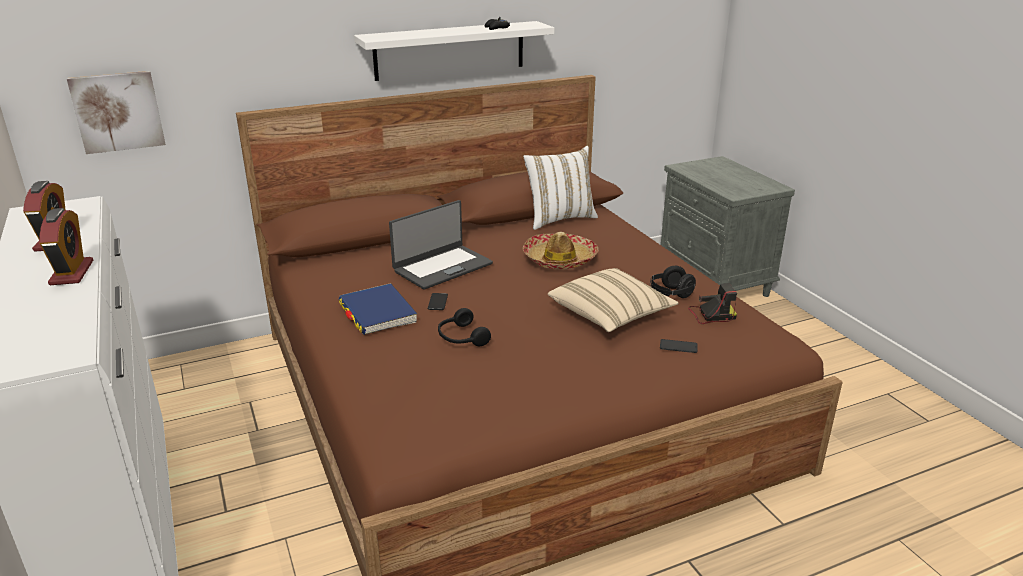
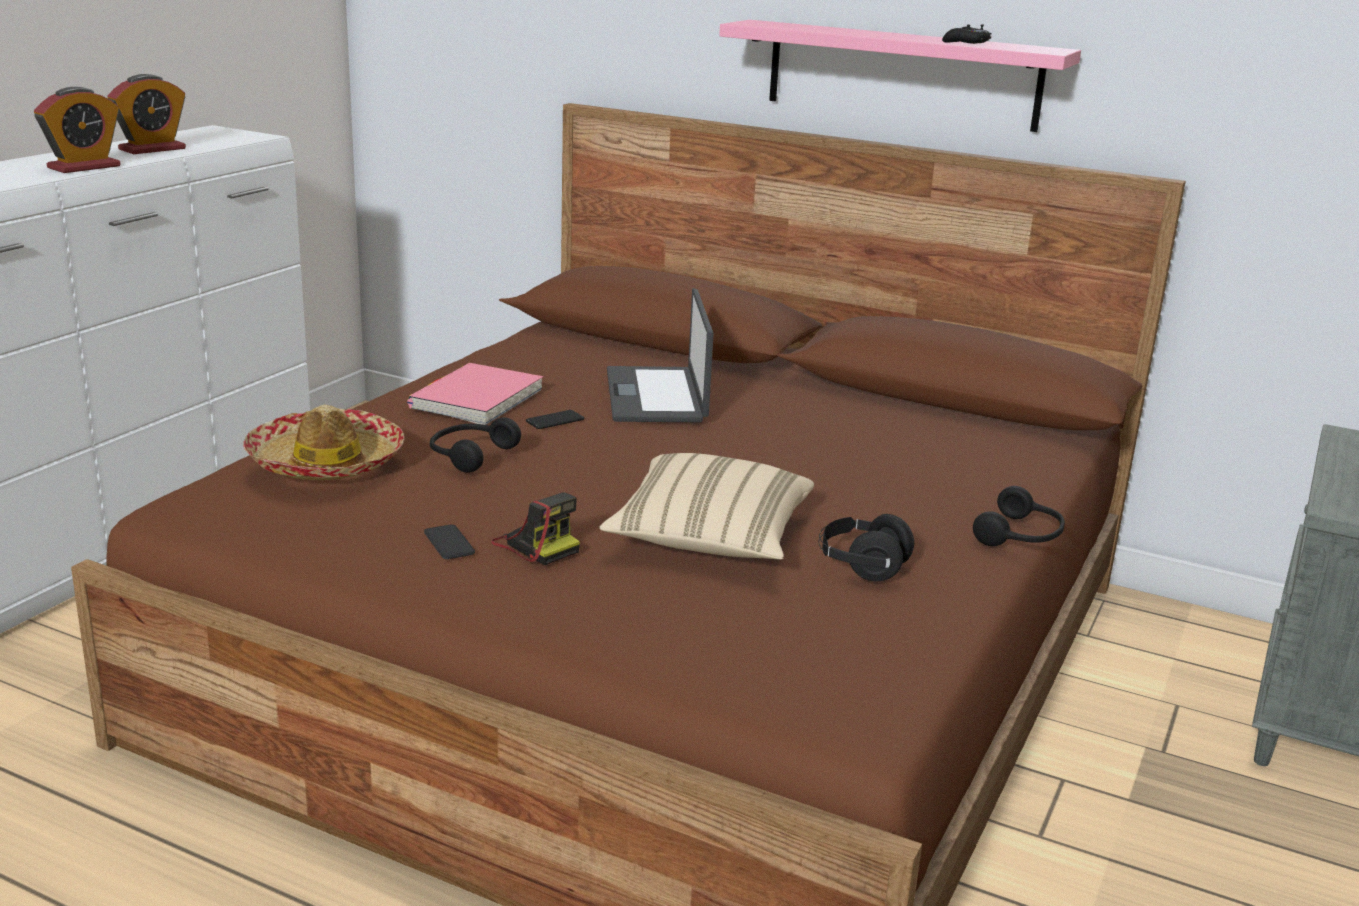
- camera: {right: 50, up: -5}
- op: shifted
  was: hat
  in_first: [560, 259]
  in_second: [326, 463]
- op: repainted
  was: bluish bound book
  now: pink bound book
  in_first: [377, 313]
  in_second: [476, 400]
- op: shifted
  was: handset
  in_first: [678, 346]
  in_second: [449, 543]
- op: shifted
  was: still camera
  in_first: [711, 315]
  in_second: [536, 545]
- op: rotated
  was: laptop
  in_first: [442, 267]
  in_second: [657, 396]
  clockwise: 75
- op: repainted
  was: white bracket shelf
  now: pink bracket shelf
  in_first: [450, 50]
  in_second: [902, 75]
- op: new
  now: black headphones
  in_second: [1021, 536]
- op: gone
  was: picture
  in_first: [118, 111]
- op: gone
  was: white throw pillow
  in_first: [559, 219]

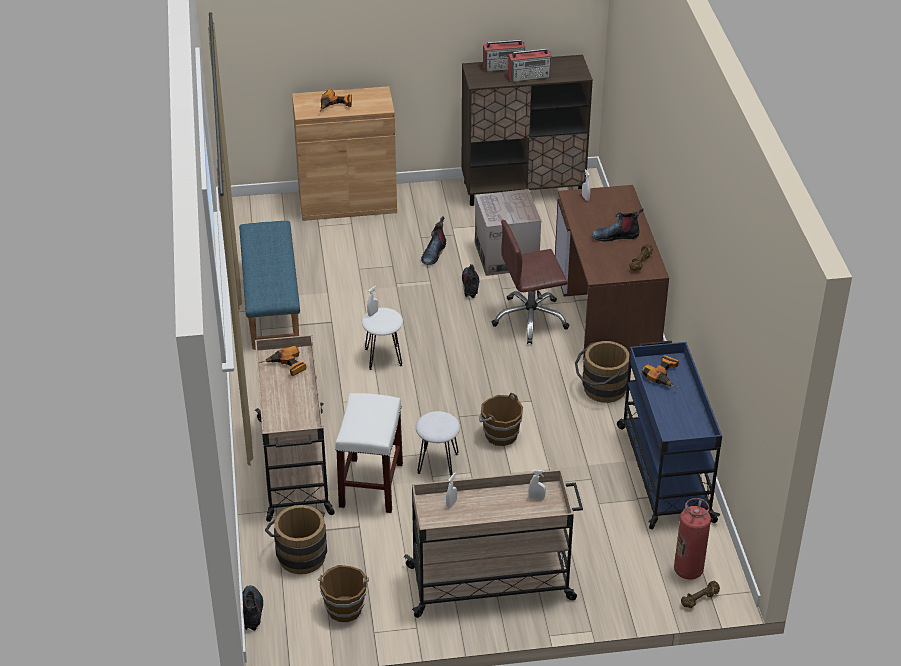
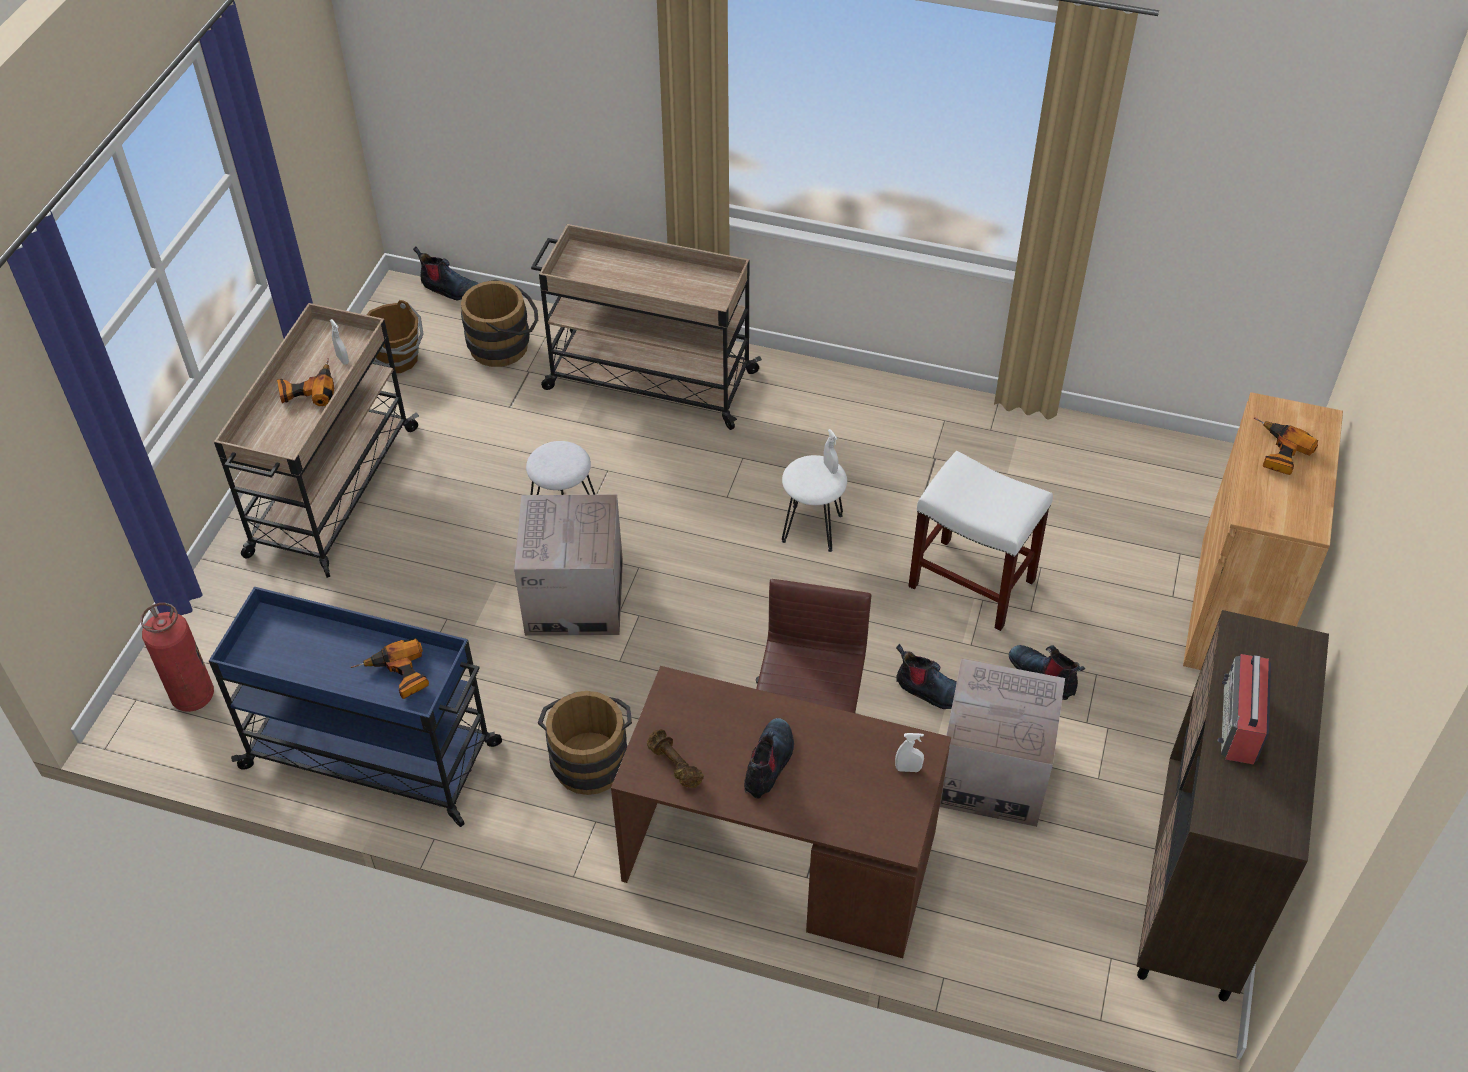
- camera: {right: 115, up: 10}
- op: shifted
  was: electric drill
  in_first: [286, 367]
  in_second: [307, 390]
- op: swapped
  was: brownish water bucket
  now: packing box
  in_first: [500, 434]
  in_second: [574, 598]
- op: shifted
  was: white stool
  in_first: [370, 485]
  in_second: [973, 583]
- op: gone
  was: bluish indoor bench
  in_first: [271, 304]
- op: gone
  was: radio receiver
  in_first: [504, 66]
- op: gone
  was: white spray bottle
  in_first: [536, 497]
- op: gone
  was: brownish free weight
  in_first: [700, 599]

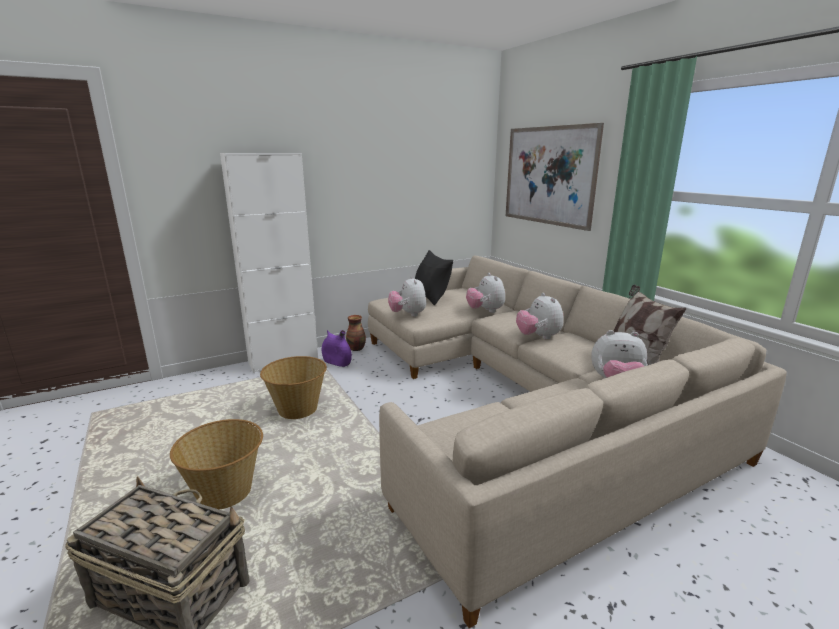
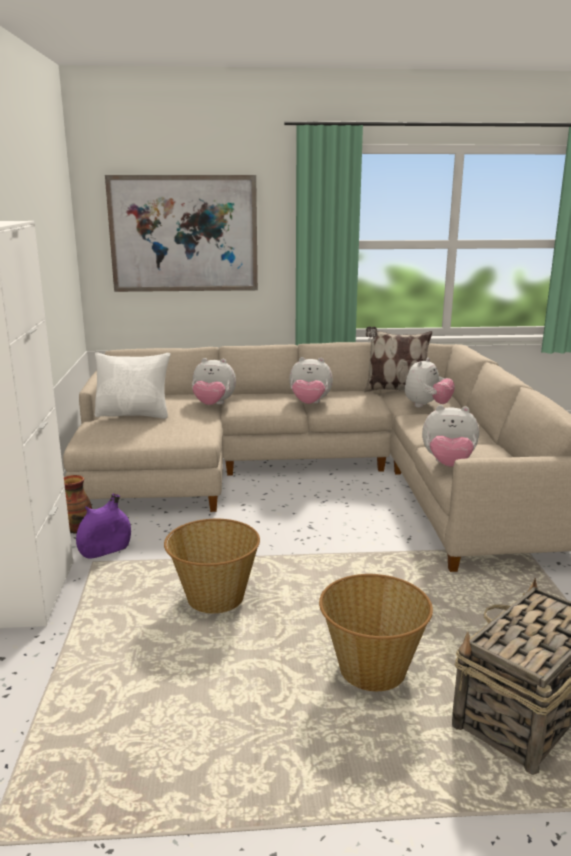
- camera: {right: -65, up: 0}
- op: repainted
  was: black throw pillow
  now: white throw pillow
  in_first: [431, 297]
  in_second: [134, 414]
- op: shifted
  was: soft toy
  in_first: [408, 314]
  in_second: [448, 464]

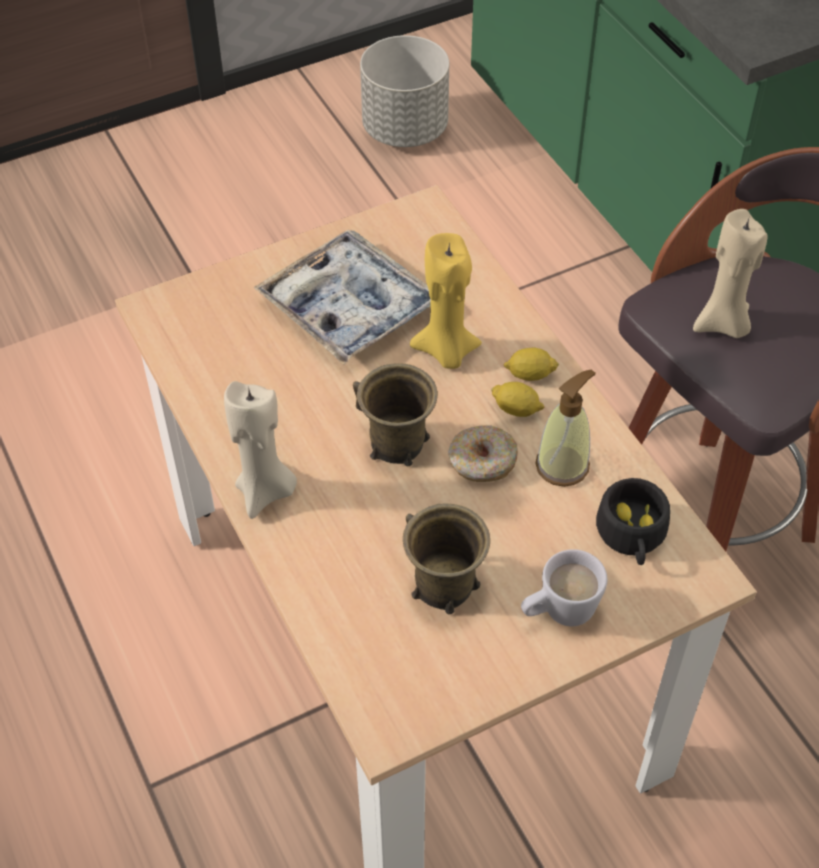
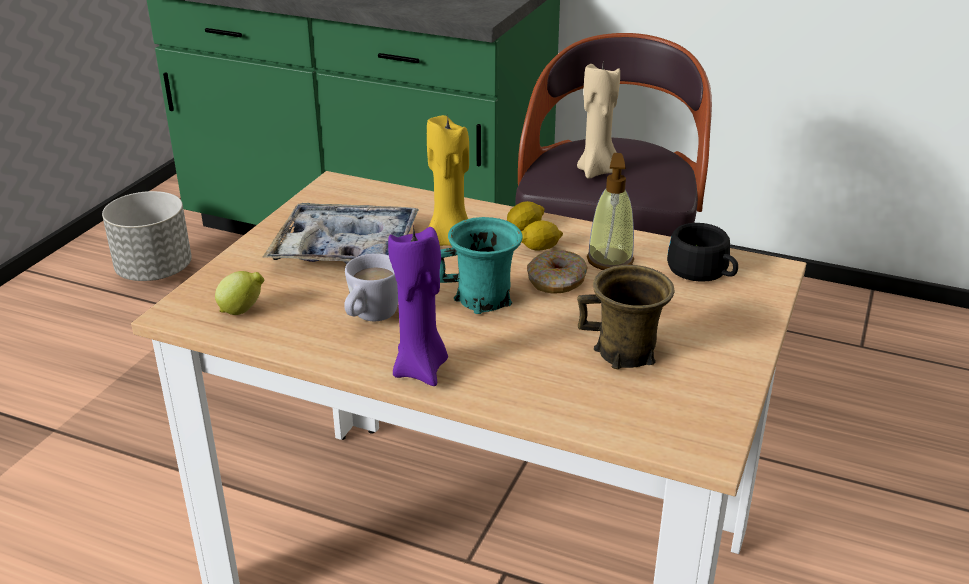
- camera: {right: -40, up: -20}
- op: new
  now: lemon
  in_second: [243, 310]
- op: shifted
  was: white mug
  in_first: [558, 612]
  in_second: [370, 317]
- op: repainted
  was: beige-coloured candle
  now: purple-coloured candle
  in_first: [266, 491]
  in_second: [421, 369]
- op: repainted
  was: brownish mug
  now: turquoise mug
  in_first: [396, 444]
  in_second: [484, 299]

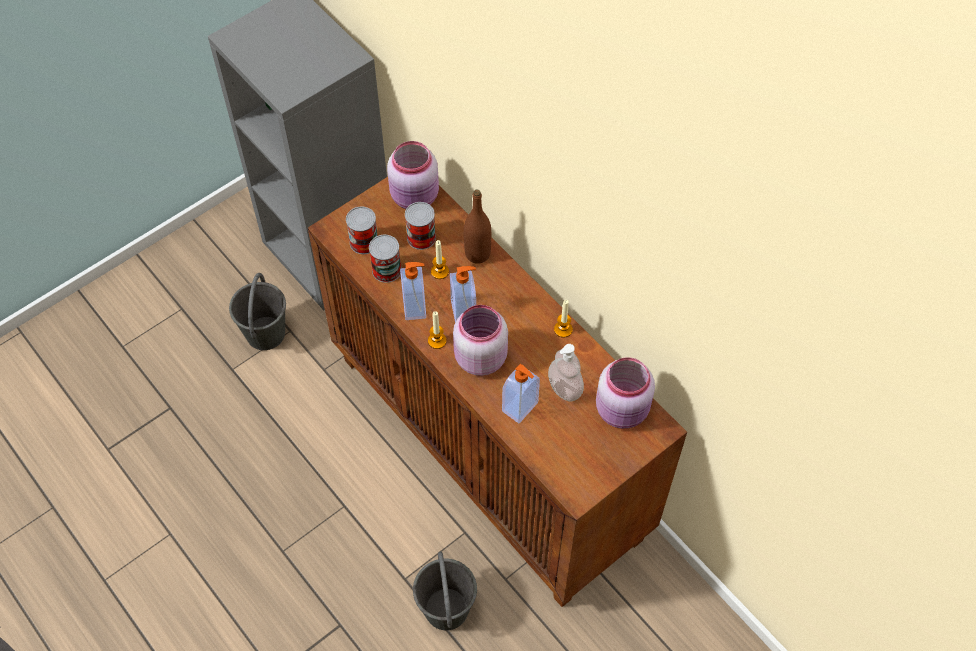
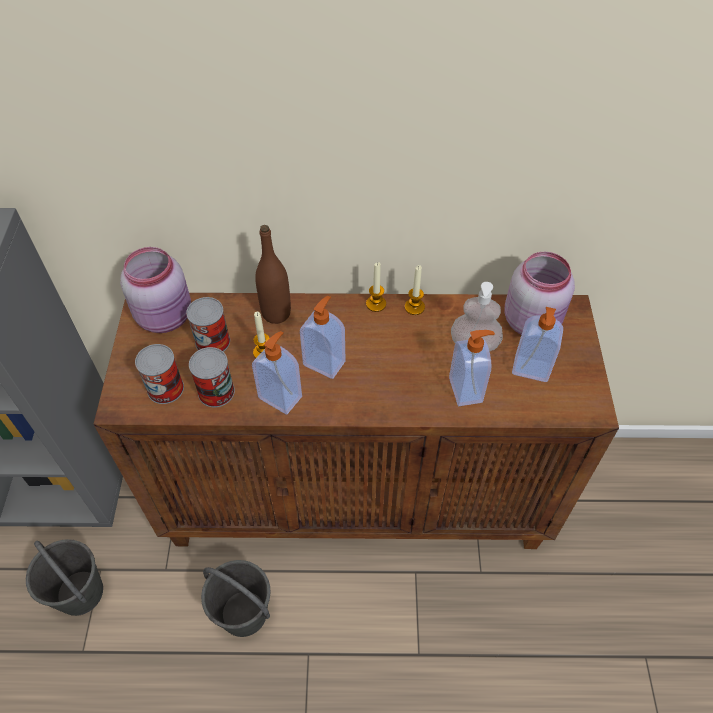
- camera: {right: -50, up: -5}
- op: shifted
  was: grey water bucket
  in_first: [446, 609]
  in_second: [244, 614]
- op: shifted
  was: candle
  in_first: [437, 341]
  in_second: [376, 304]
- op: new
  now: liquid soap bottle
  in_second: [530, 370]
- op: gone
  was: pink jar
  in_first: [479, 357]

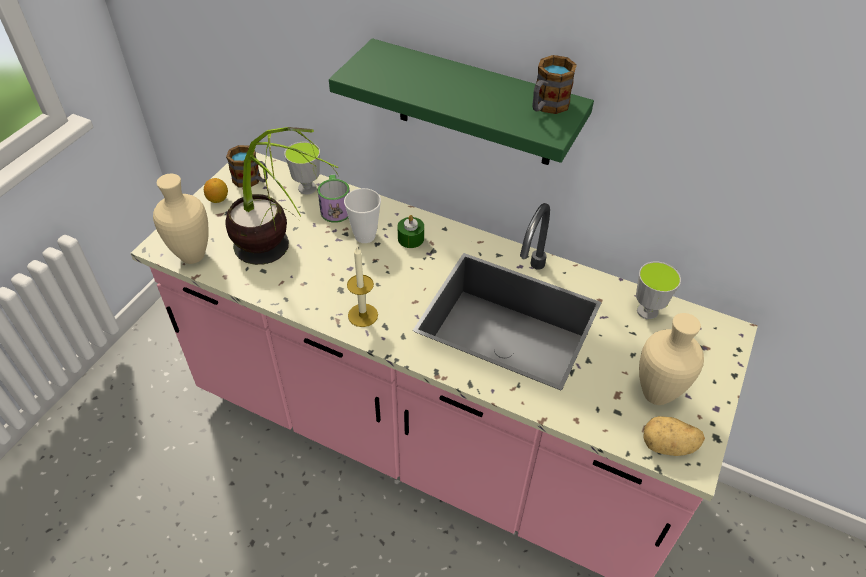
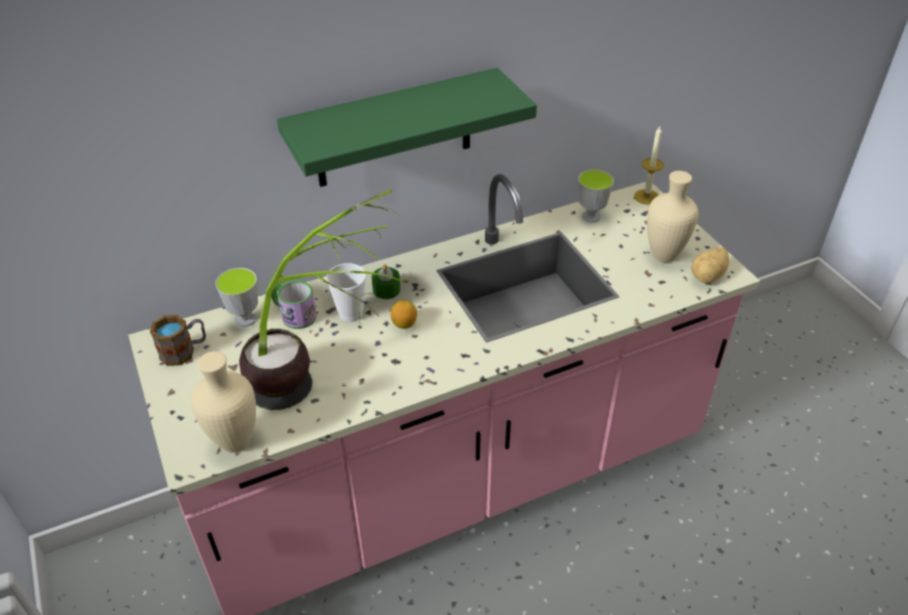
- camera: {right: -50, up: -5}
- op: shifted
  was: lemon
  in_first: [218, 199]
  in_second: [404, 324]
- op: shifted
  was: candle
  in_first: [363, 315]
  in_second: [646, 197]
- op: gone
  was: mug
  in_first: [547, 106]

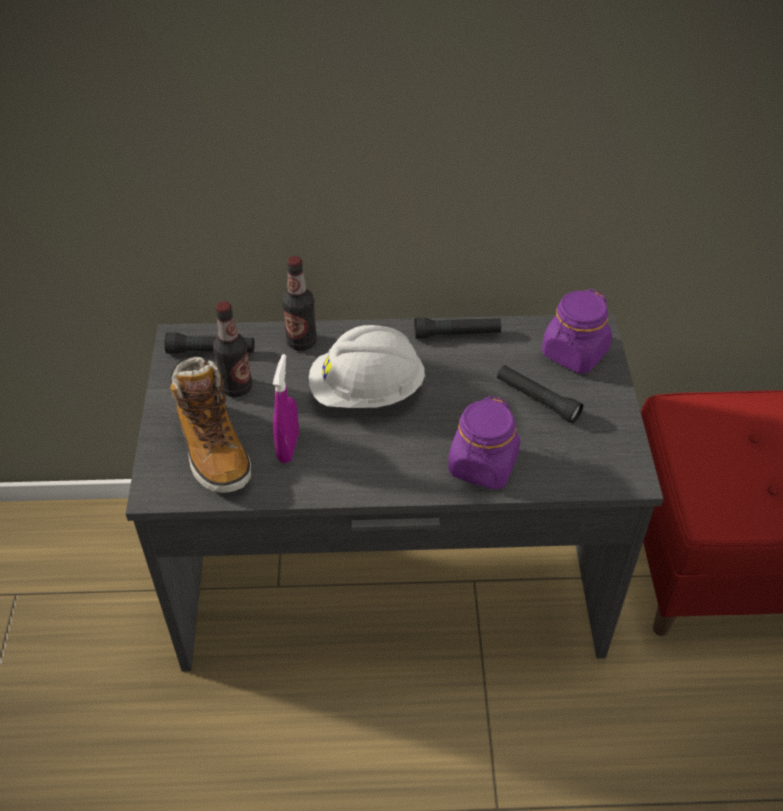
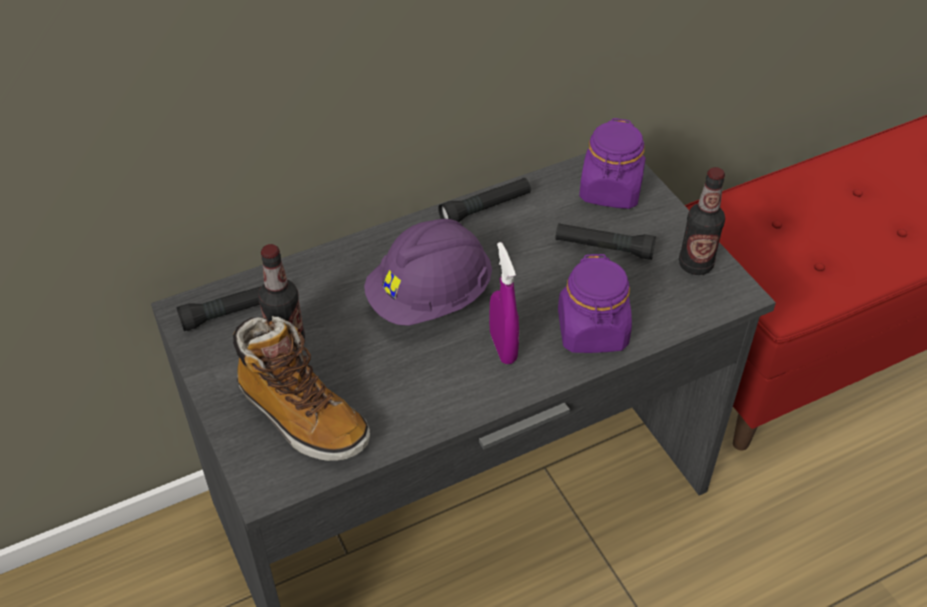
- camera: {right: -25, up: 0}
- op: repainted
  was: white hard hat
  now: purple-coloured hard hat
  in_first: [367, 392]
  in_second: [430, 298]
- op: shifted
  was: purple-coloured spray bottle
  in_first: [288, 447]
  in_second: [503, 347]
- op: shifted
  was: bottle
  in_first: [301, 342]
  in_second: [695, 264]

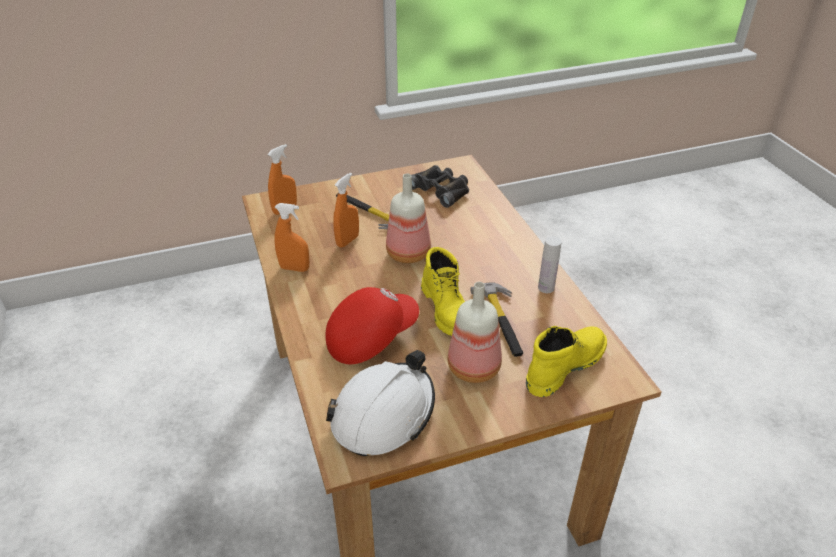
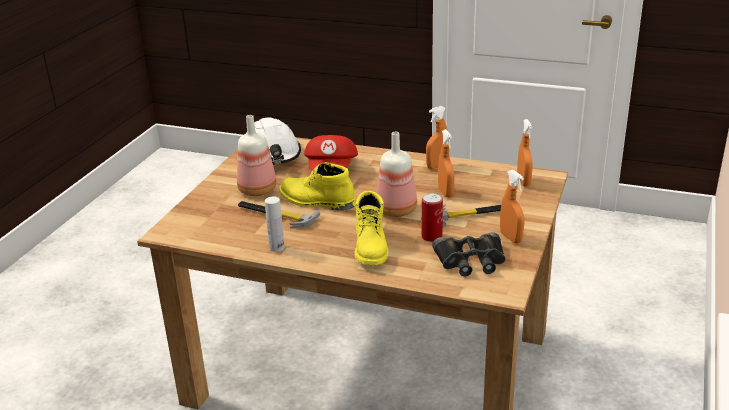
- camera: {right: 130, up: -10}
- op: shifted
  was: yellowish high-top boot
  in_first: [564, 365]
  in_second: [371, 247]
- op: new
  now: sealed can
  in_second: [431, 237]
- op: new
  now: orange spray bottle
  in_second: [511, 238]

